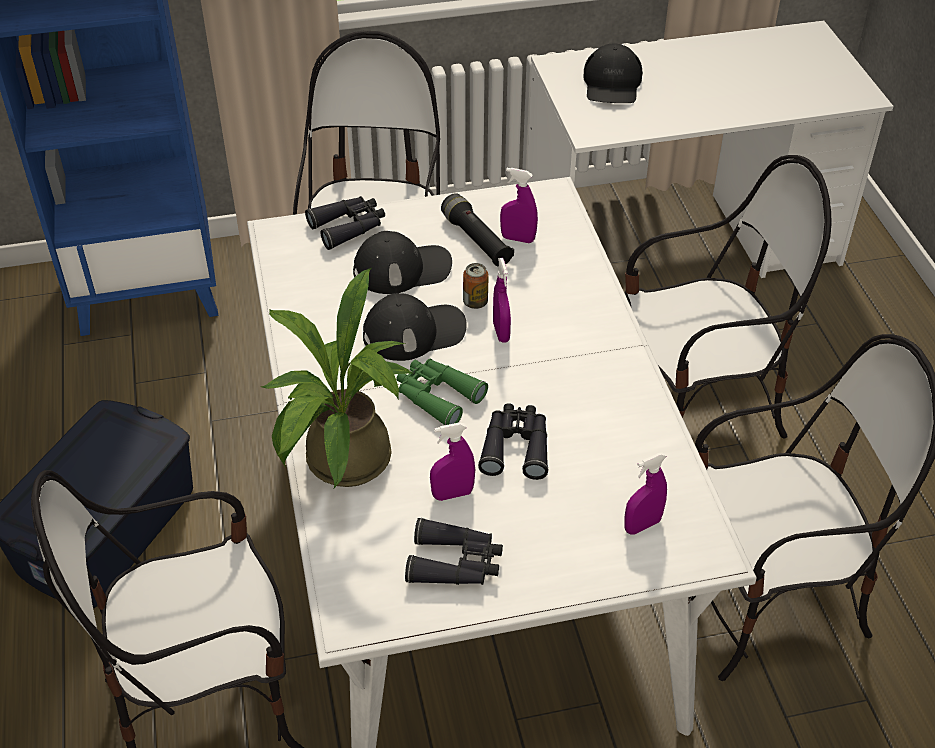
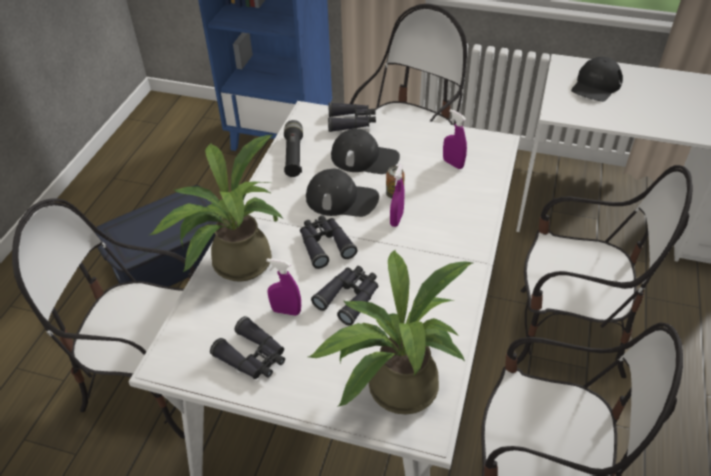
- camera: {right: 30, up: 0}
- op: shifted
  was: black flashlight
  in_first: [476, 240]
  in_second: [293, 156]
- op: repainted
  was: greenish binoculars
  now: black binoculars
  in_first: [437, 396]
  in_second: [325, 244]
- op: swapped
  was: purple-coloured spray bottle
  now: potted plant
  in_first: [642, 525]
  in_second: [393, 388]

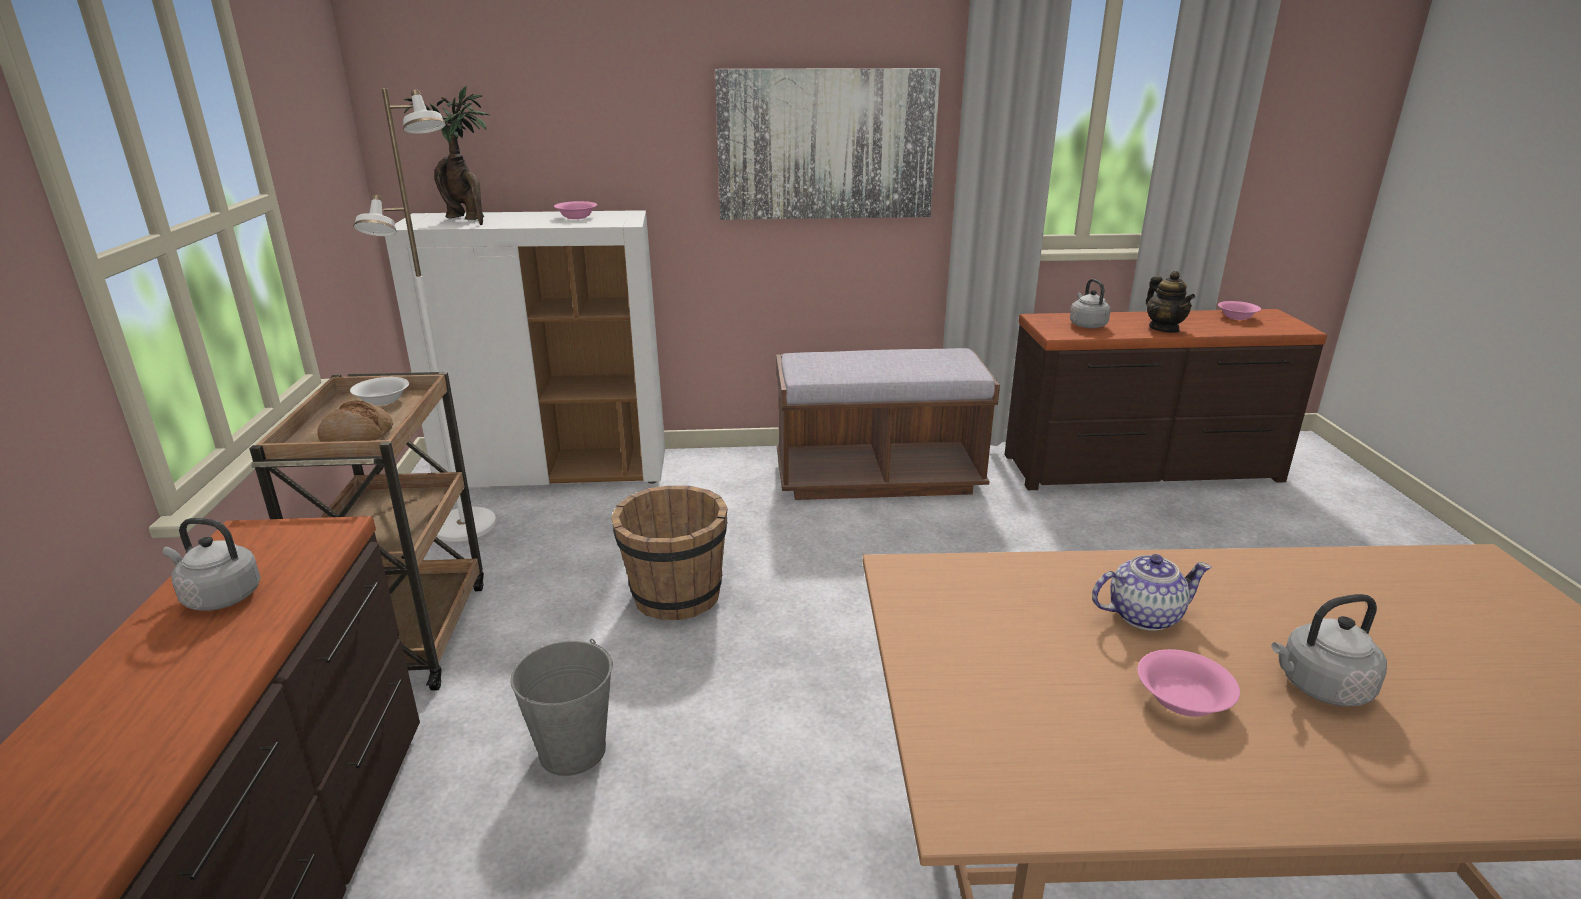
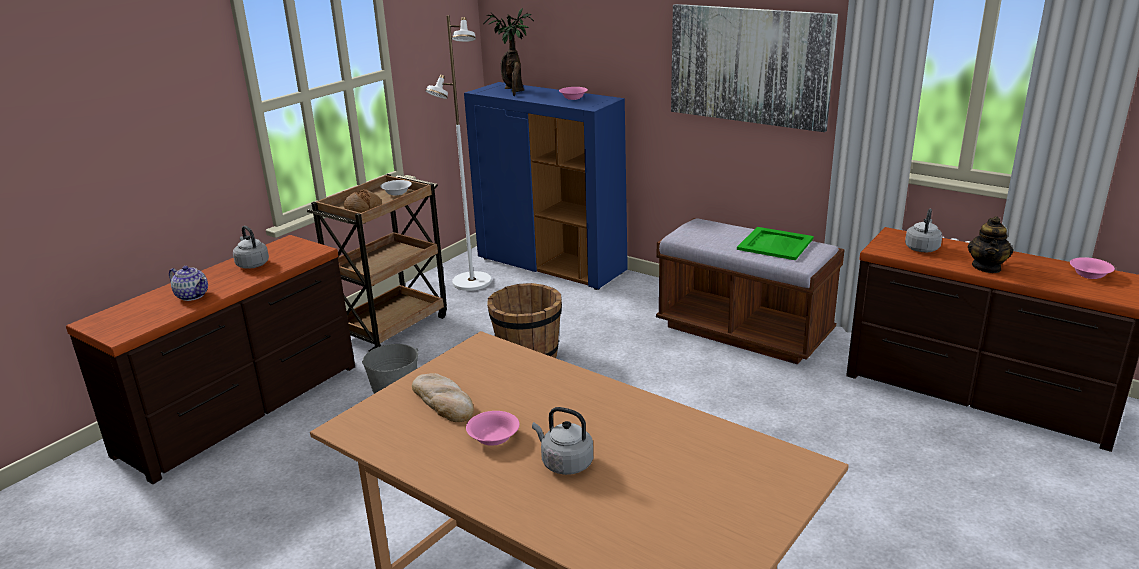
- camera: {right: 40, up: 0}
- op: shifted
  was: pot for tea
  in_first: [1143, 615]
  in_second: [192, 295]
- op: new
  now: baked bread
  in_second: [444, 401]
- op: repainted
  was: white cupboard
  now: bluish cupboard
  in_first: [556, 471]
  in_second: [552, 266]
- op: new
  now: greenish carrying tray
  in_second: [775, 244]

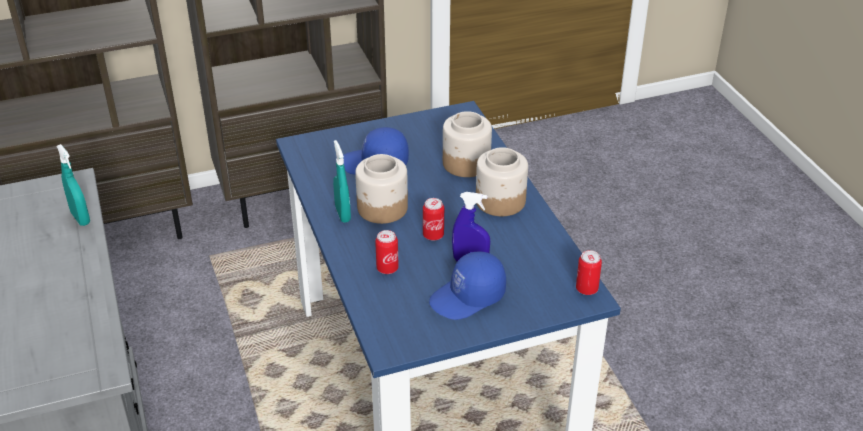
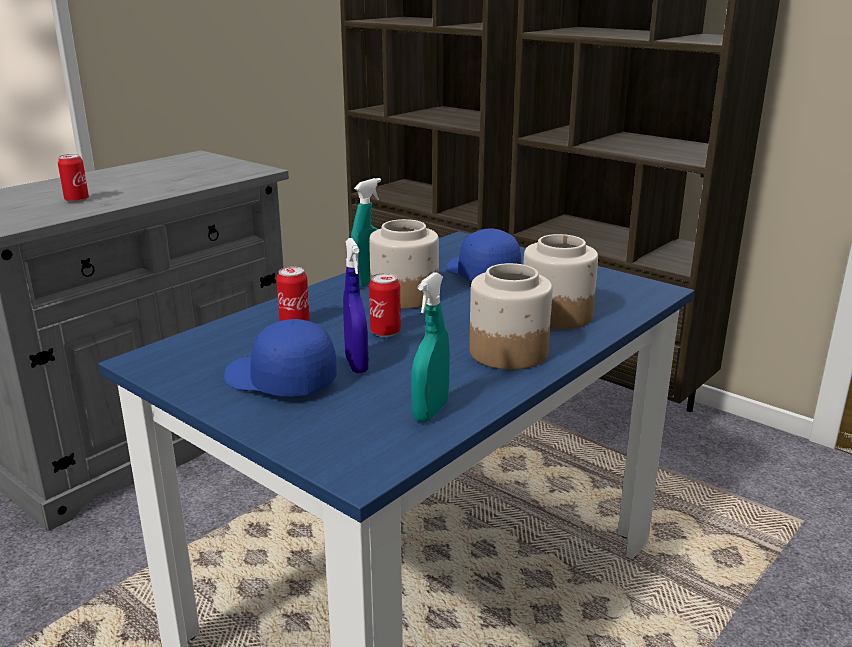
- camera: {right: 60, up: -15}
- op: shifted
  was: sealed can
  in_first: [586, 289]
  in_second: [77, 200]
- op: shifted
  was: turquoise spray bottle
  in_first: [80, 218]
  in_second: [430, 411]

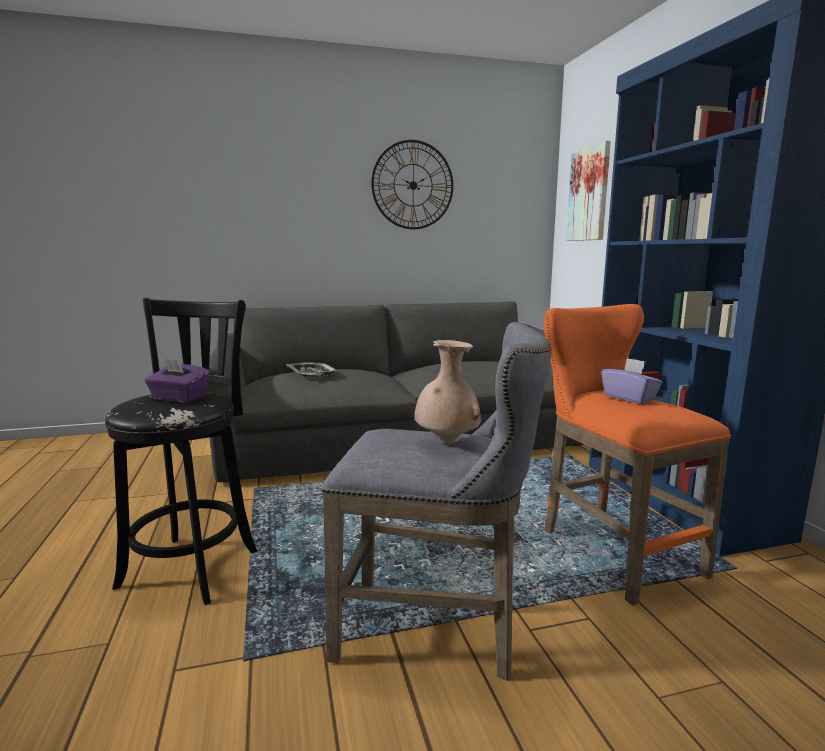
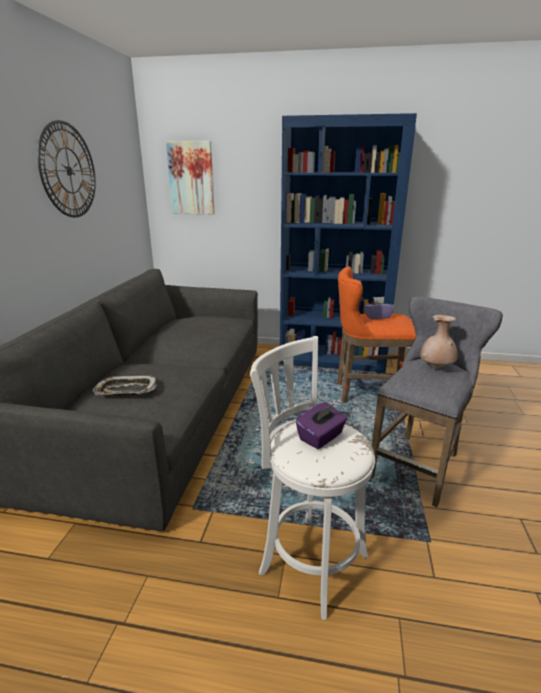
- camera: {right: -65, up: 10}
- op: repainted
  was: black stool
  now: white stool
  in_first: [194, 564]
  in_second: [309, 561]

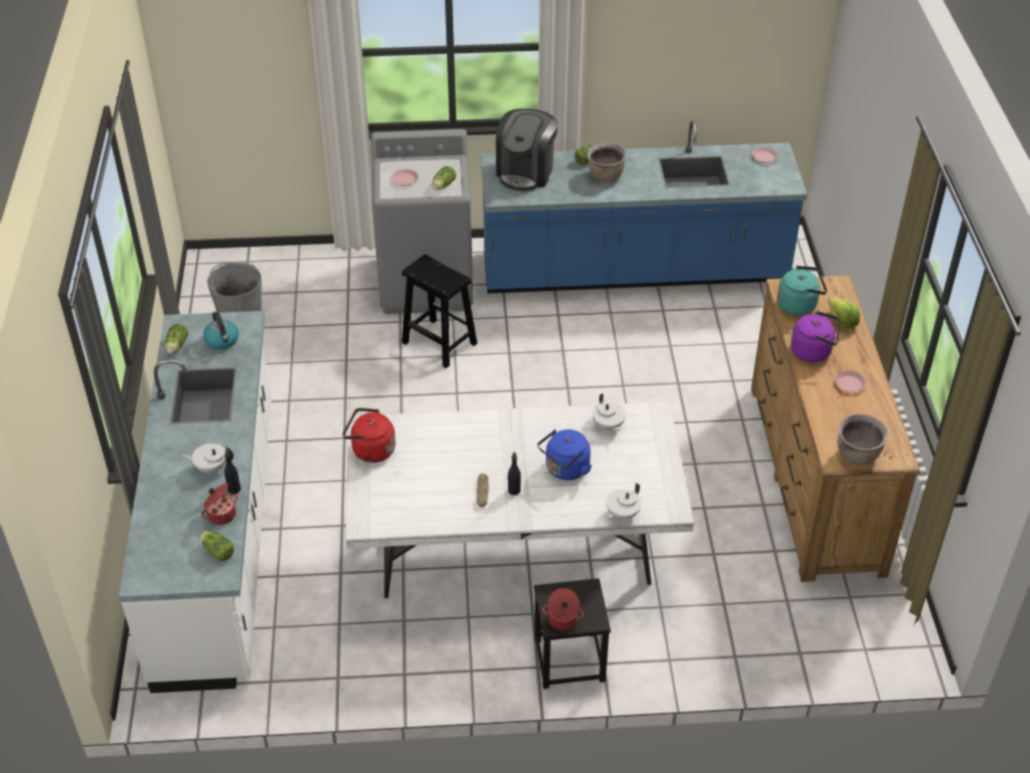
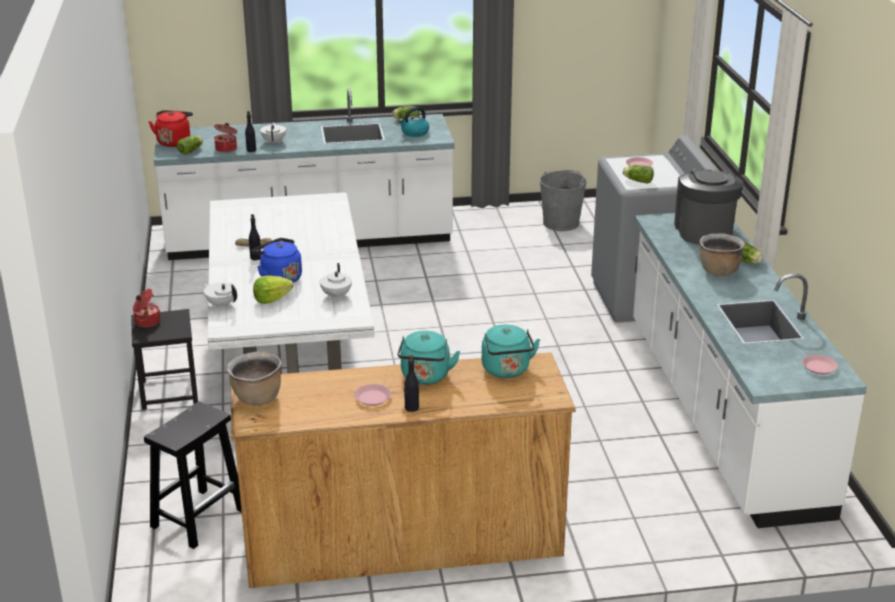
- camera: {right: 85, up: -15}
- op: shifted
  was: black stool
  in_first: [438, 343]
  in_second: [199, 517]
- op: shifted
  was: red-coloured tea kettle
  in_first: [370, 450]
  in_second: [174, 141]
- op: shifted
  was: head of lettuce
  in_first: [841, 321]
  in_second: [271, 299]
- op: rotated
  was: white pot for tea
  in_first: [608, 426]
  in_second: [336, 296]
  clockwise: -60
- op: repainted
  was: purple-coloured tea kettle
  now: turquoise tea kettle
  in_first: [813, 351]
  in_second: [425, 377]
- op: new
  now: black bottle
  in_second: [411, 408]
- op: repainted
  was: bluish kitchen counter
  now: white kitchen counter
  in_first: [634, 271]
  in_second: [721, 415]
- op: rotated
  was: coffee maker
  in_first: [526, 172]
  in_second: [704, 231]
  clockwise: 75

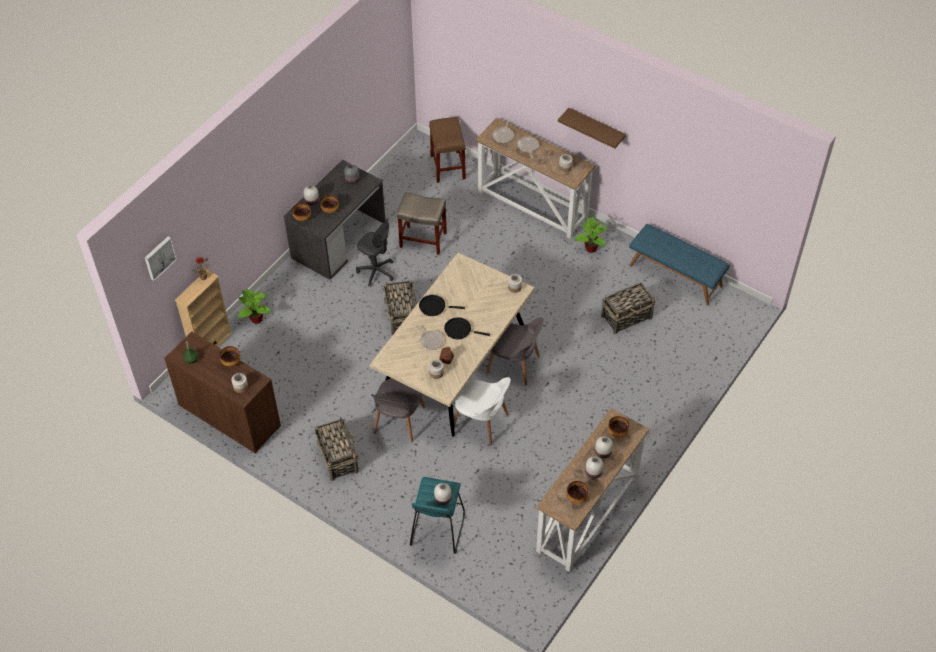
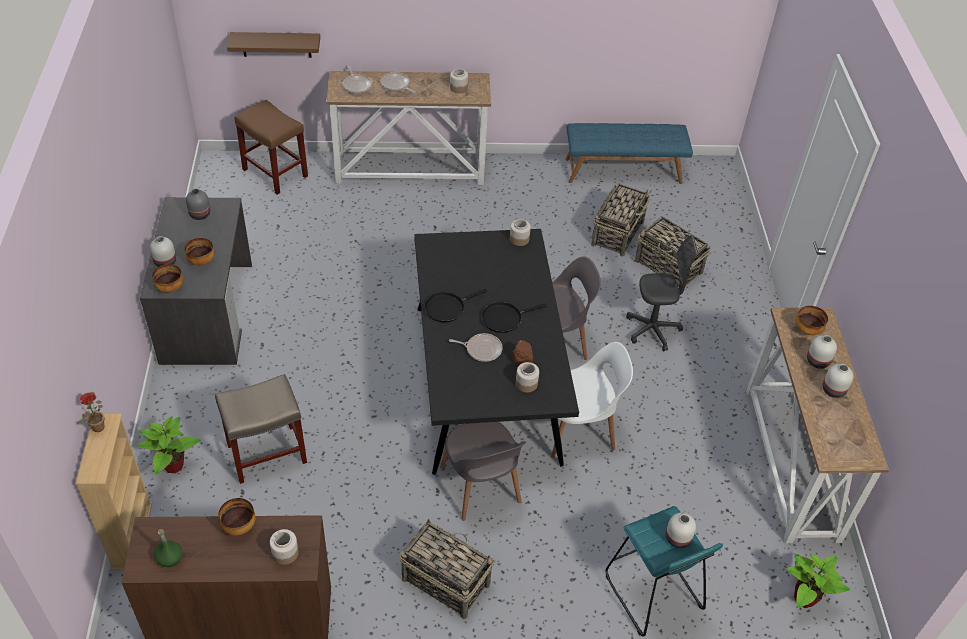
- camera: {right: -40, up: -5}
- op: shifted
  was: beige-coloured stool
  in_first: [422, 240]
  in_second: [265, 454]
- op: shifted
  was: brownish bracket shelf
  in_first: [596, 128]
  in_second: [276, 44]
- op: repainted
  was: beige-coloured dinner table
  now: black dinner table
  in_first: [454, 365]
  in_second: [485, 382]
- op: shifted
  was: grey office chair
  in_first: [376, 271]
  in_second: [652, 330]
- op: shifted
  was: basket
  in_first: [402, 317]
  in_second: [669, 267]
- op: shifted
  was: potted plant
  in_first: [591, 248]
  in_second: [803, 598]
- op: gone
  was: picture
  in_first: [159, 257]
- op: gone
  was: deep dish
  in_first: [576, 497]

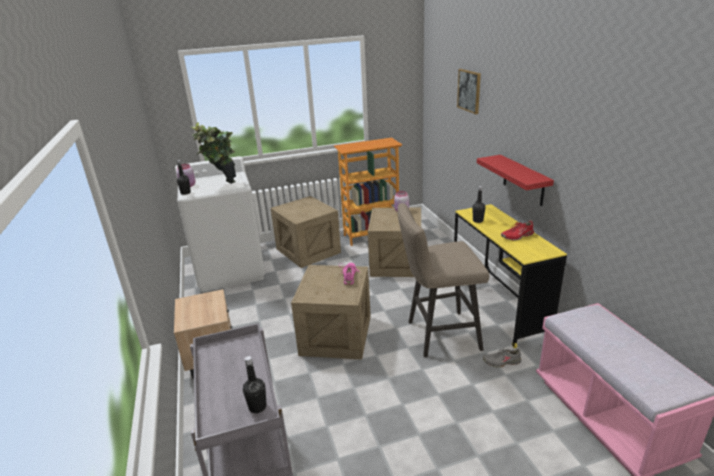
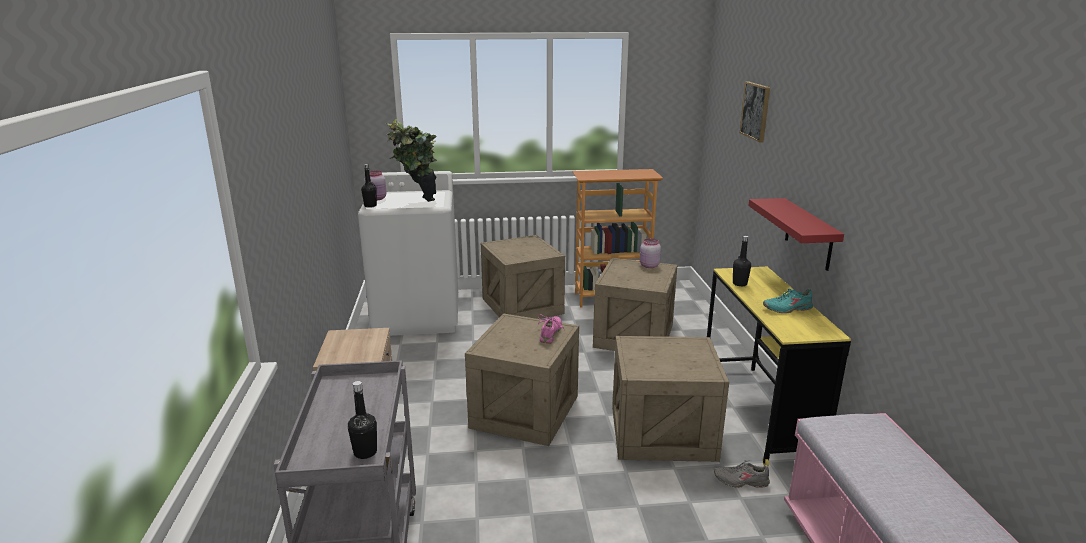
- camera: {right: 10, up: -5}
- op: swapped
  was: beige-coloured stool
  now: shipping crate
  in_first: [438, 335]
  in_second: [661, 433]
- op: repainted
  was: red-coloured shoe
  now: turquoise shoe
  in_first: [517, 236]
  in_second: [787, 308]

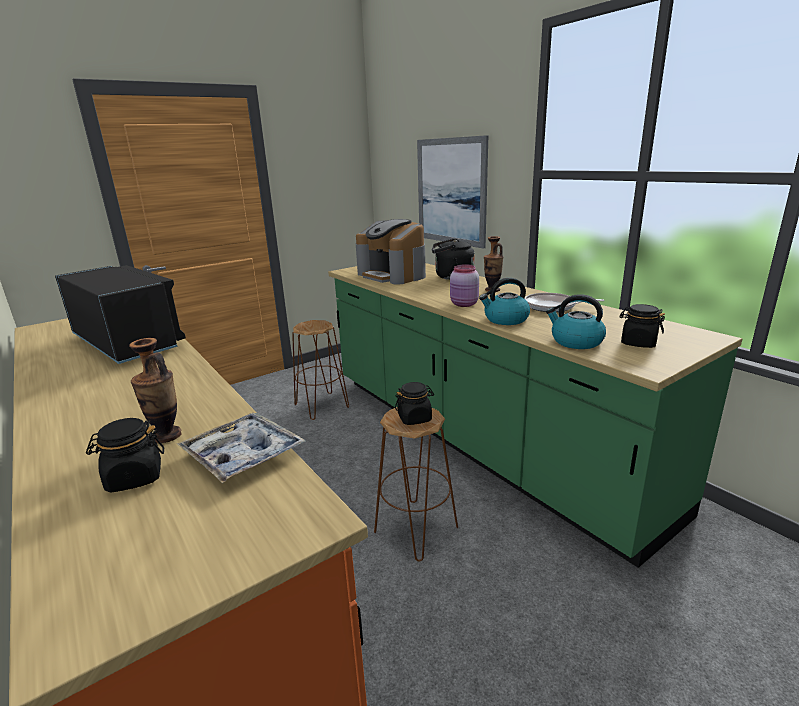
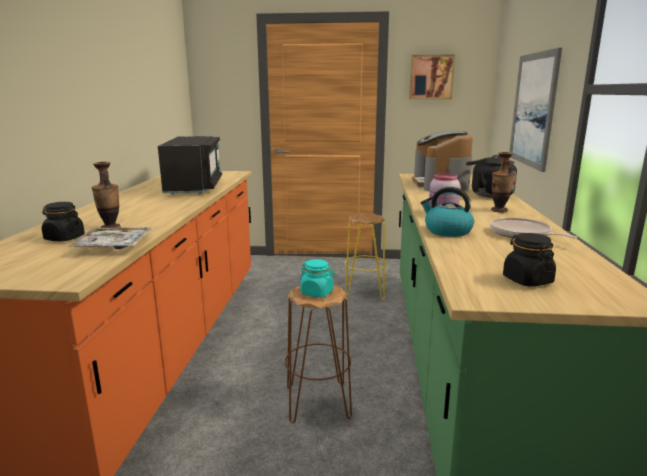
- camera: {right: 40, up: -5}
- op: repainted
  was: black jar
  now: turquoise jar
  in_first: [415, 418]
  in_second: [317, 293]
- op: repainted
  was: brownish stool
  now: yellowish stool
  in_first: [321, 406]
  in_second: [364, 292]
- op: new
  now: picture
  in_second: [431, 77]
- op: gone
  was: tea kettle
  in_first: [575, 342]

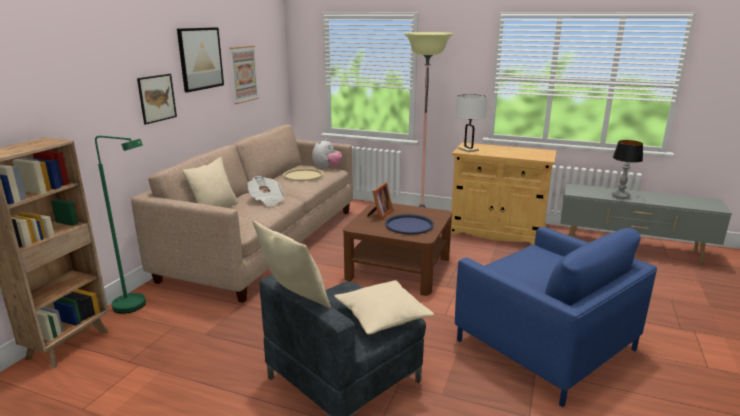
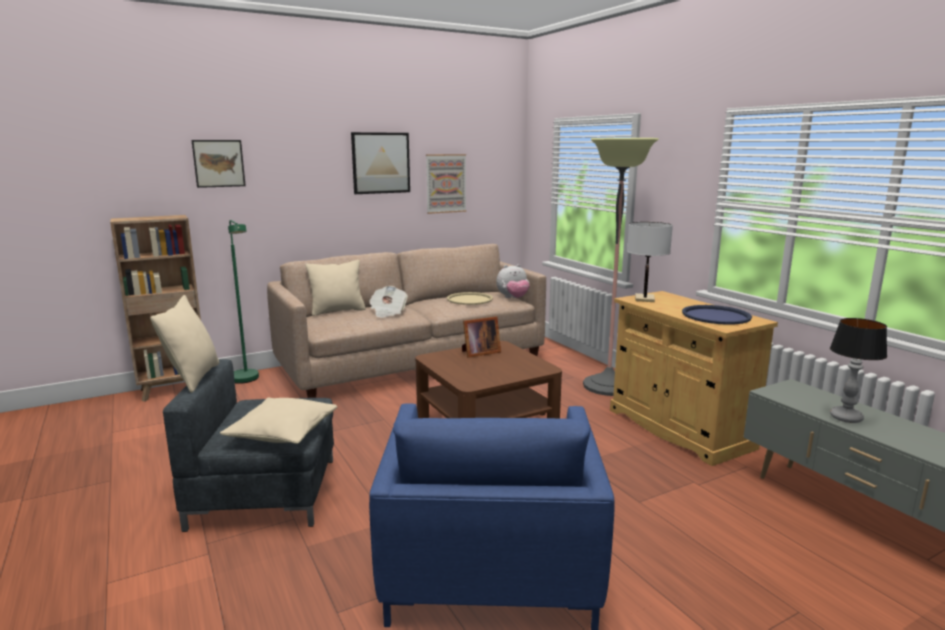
- camera: {right: 40, up: -5}
- op: shifted
  was: picture
  in_first: [157, 98]
  in_second: [219, 163]
- op: shifted
  was: bluish carrying tray
  in_first: [409, 225]
  in_second: [716, 316]

